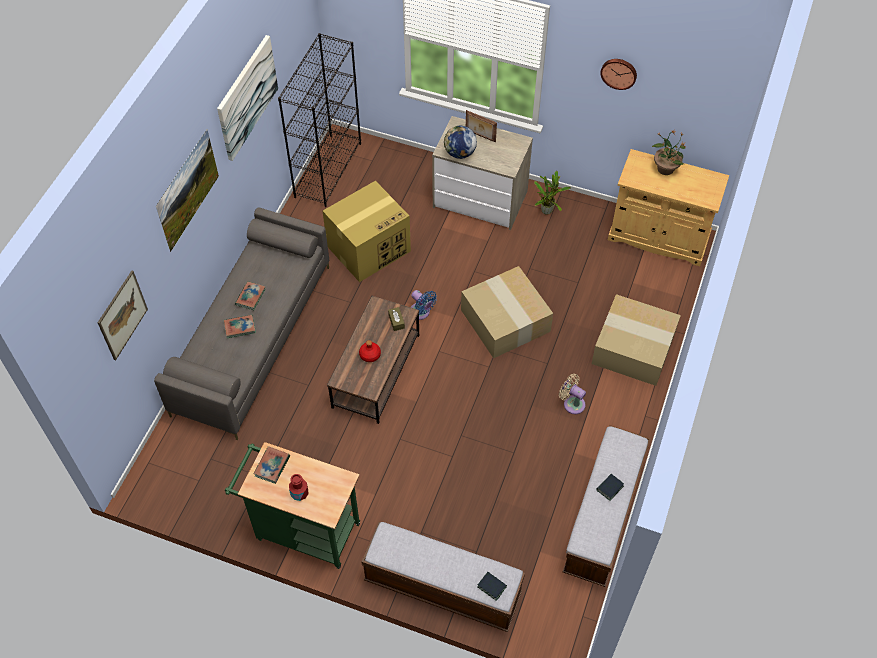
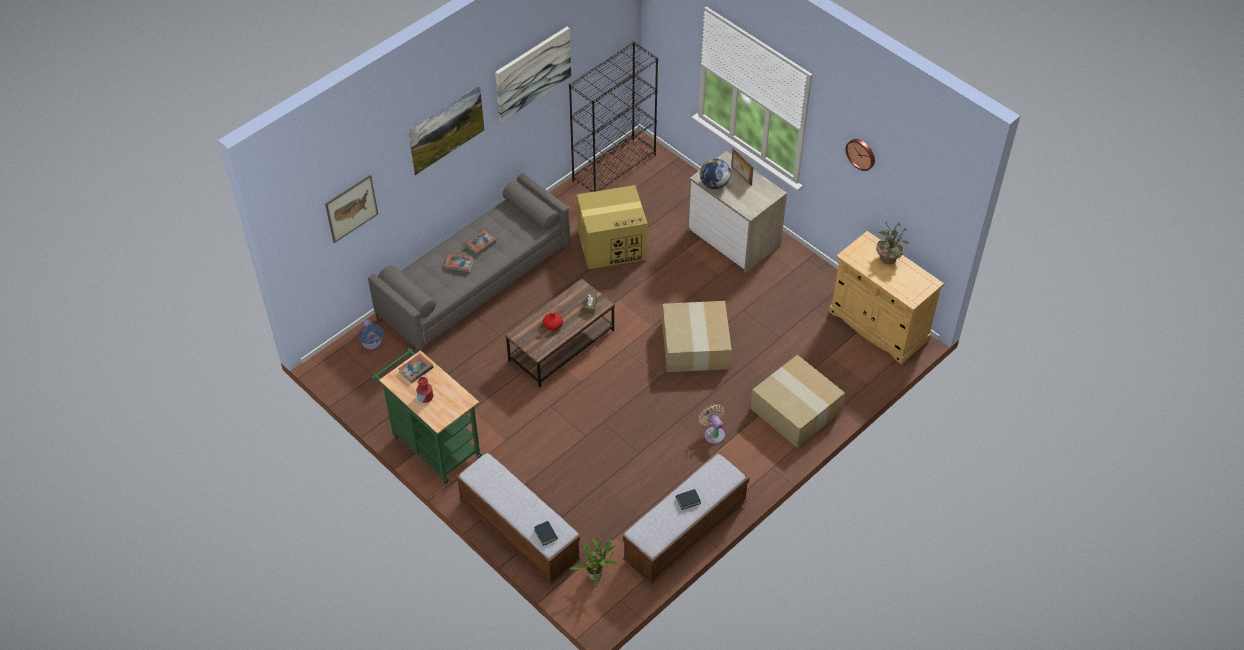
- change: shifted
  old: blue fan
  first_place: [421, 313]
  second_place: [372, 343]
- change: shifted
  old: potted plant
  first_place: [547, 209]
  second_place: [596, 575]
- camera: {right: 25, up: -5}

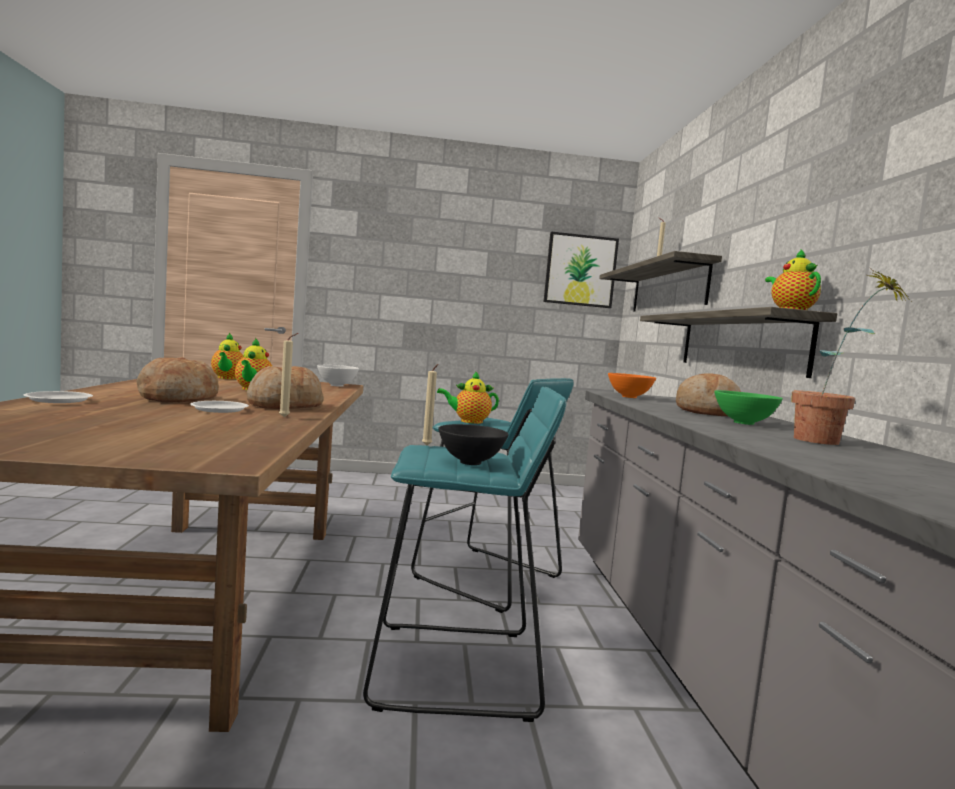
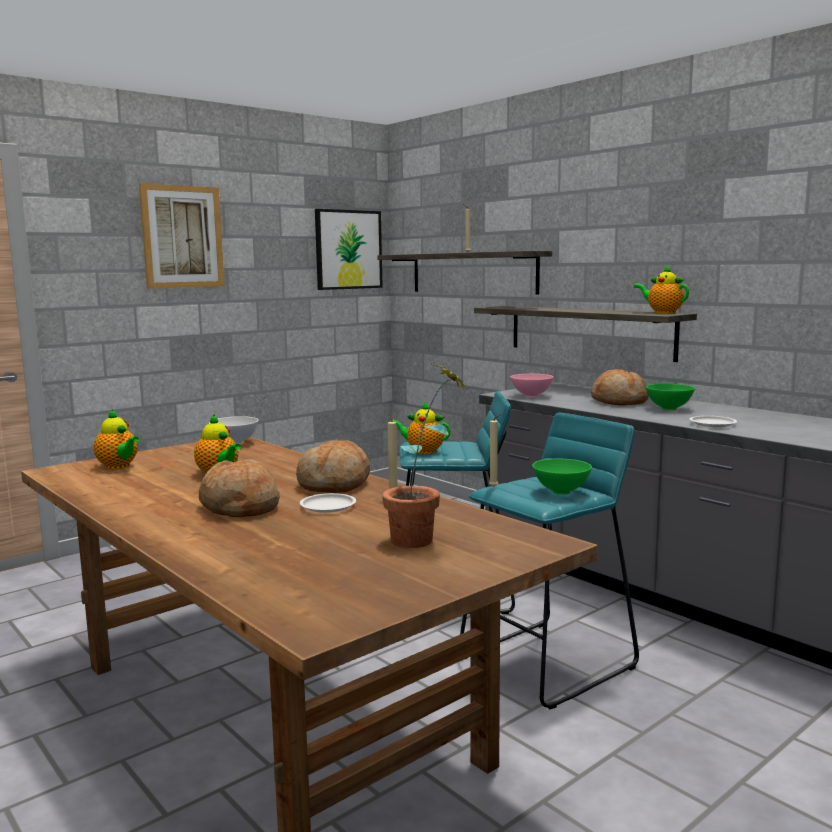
- change: new
  new: picture
  second_place: [182, 237]
- change: shifted
  old: white plate
  first_place: [58, 400]
  second_place: [713, 424]
- change: shifted
  old: potted plant
  first_place: [831, 442]
  second_place: [425, 539]
- change: repainted
  old: black bowl
  new: green bowl
  first_place: [471, 462]
  second_place: [561, 492]
- change: repainted
  old: orange bowl
  new: pink bowl
  first_place: [629, 397]
  second_place: [532, 396]
- change: rotated
  old: teapot
  first_place: [468, 421]
  second_place: [422, 451]
  degrees: 60
- camera: {right: -35, up: 5}

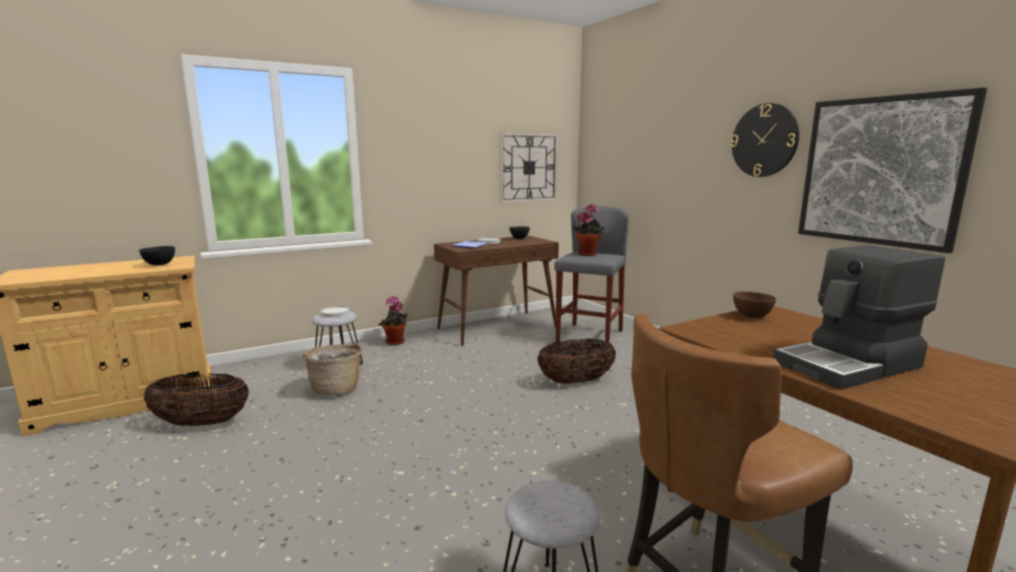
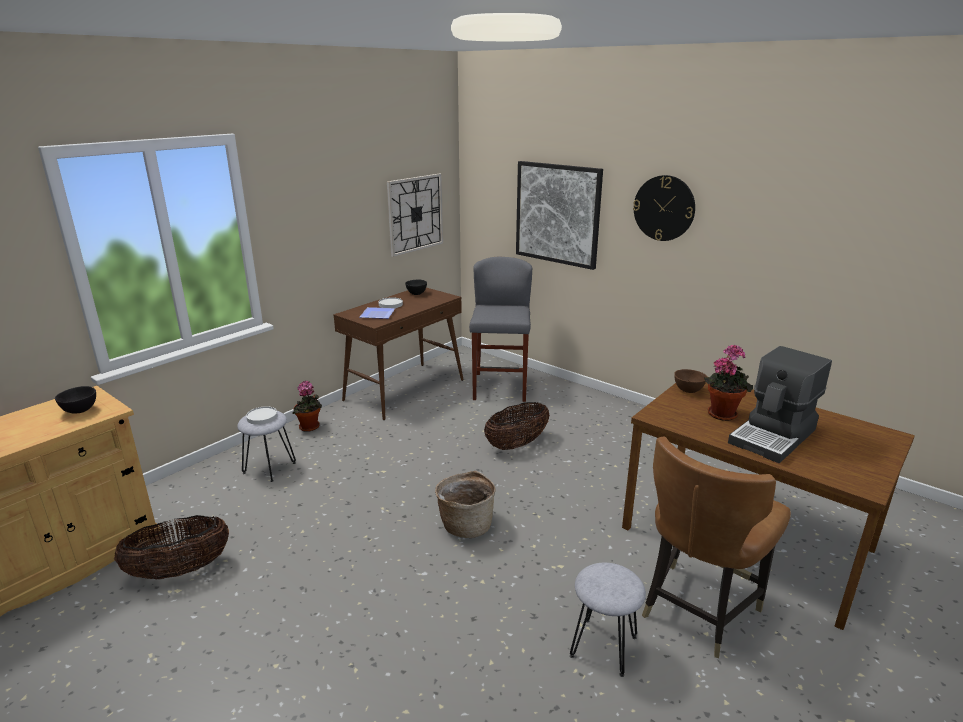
- change: shifted
  old: basket
  first_place: [336, 388]
  second_place: [466, 524]
- change: shifted
  old: potted plant
  first_place: [588, 254]
  second_place: [722, 413]
- change: shifted
  old: picture
  first_place: [880, 171]
  second_place: [557, 214]
- camera: {right: -20, up: 10}

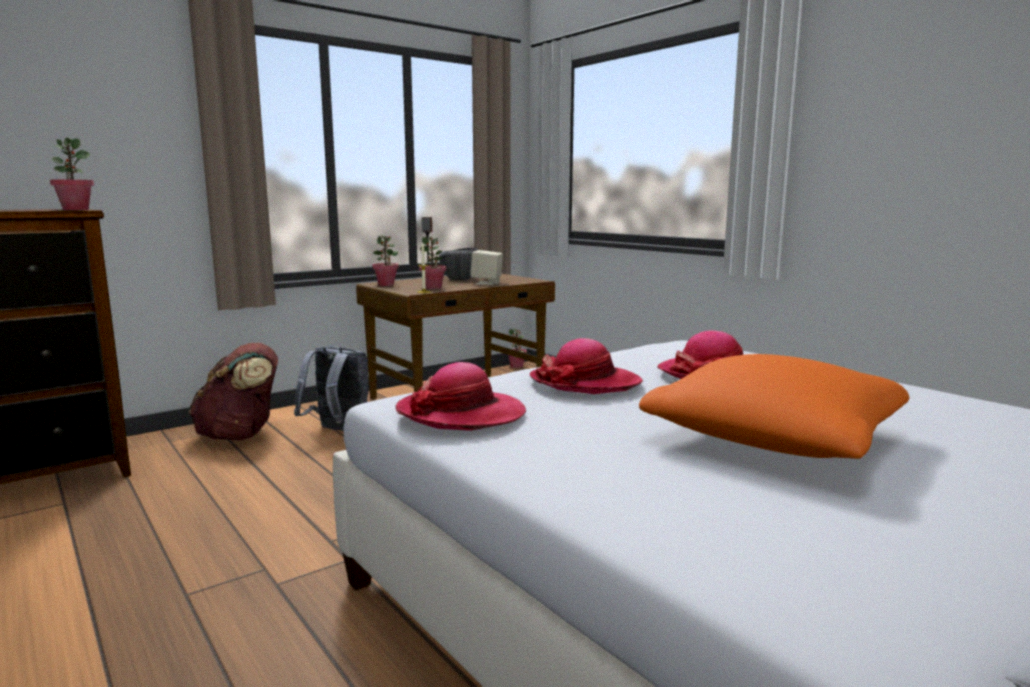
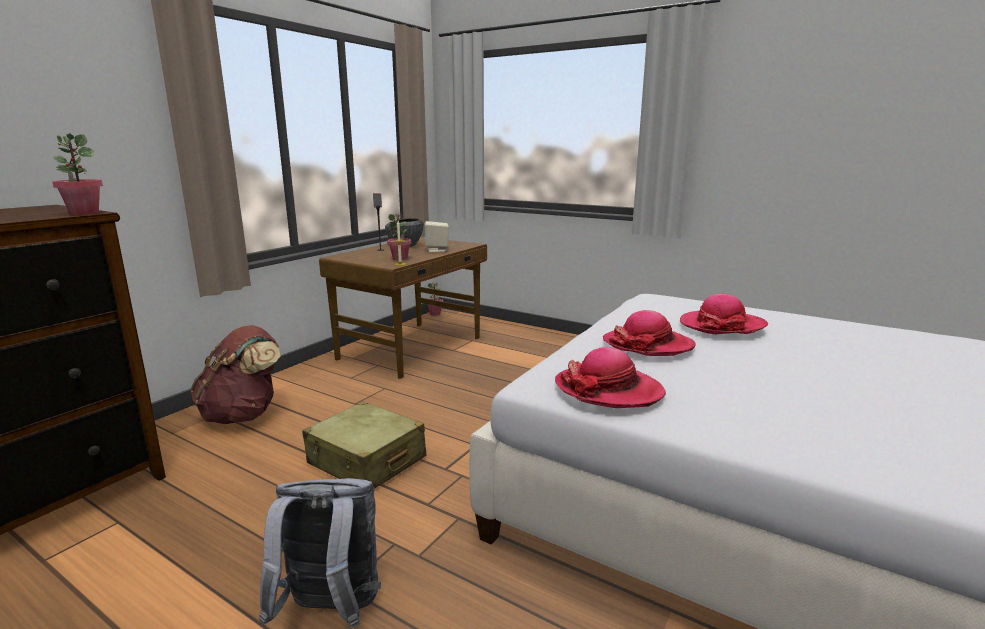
- change: gone
  old: potted plant
  first_place: [386, 285]
- change: gone
  old: orange pillow
  first_place: [774, 437]
- change: new
  new: beige suitcase
  second_place: [366, 461]
- change: shifted
  old: grey backpack
  first_place: [338, 432]
  second_place: [331, 611]
- camera: {right: -20, up: 5}

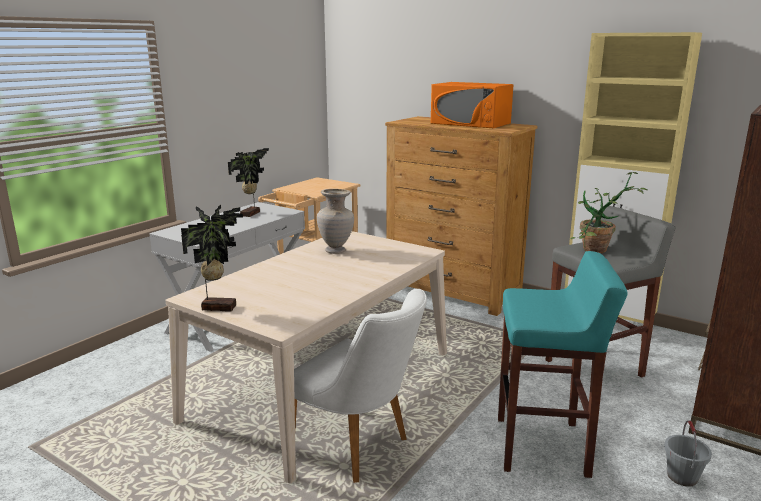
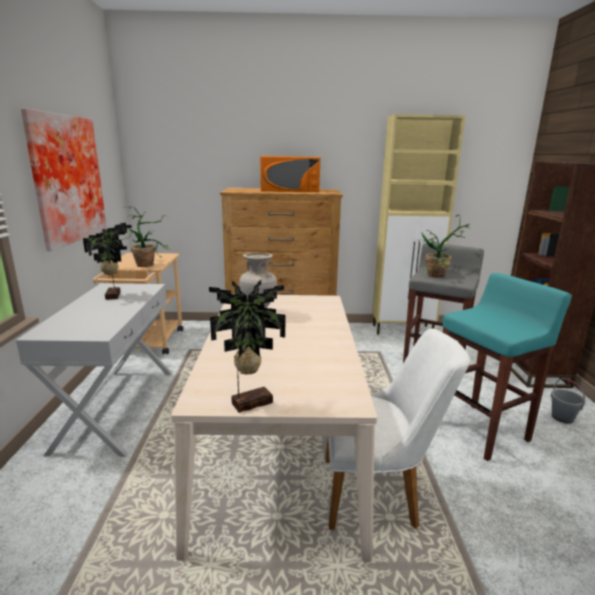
- change: new
  new: picture
  second_place: [64, 179]
- change: new
  new: potted plant
  second_place: [148, 264]
- camera: {right: -35, up: 0}

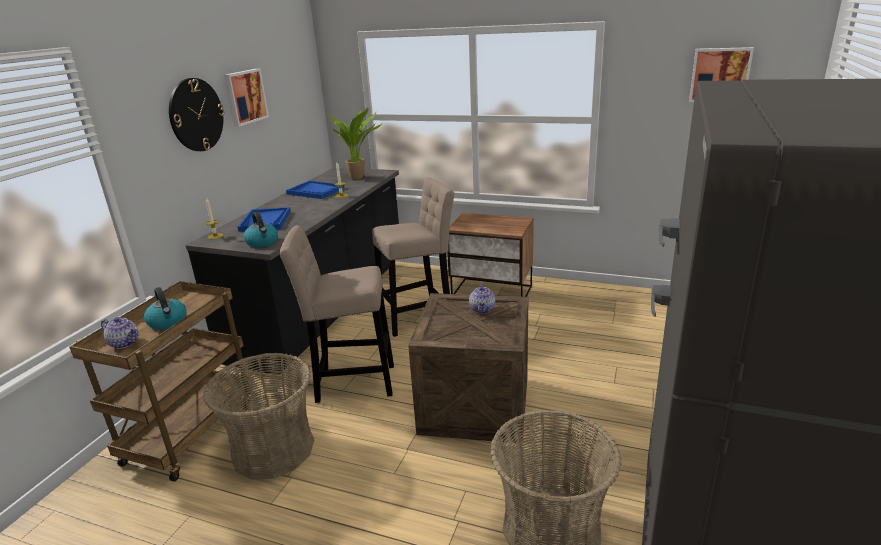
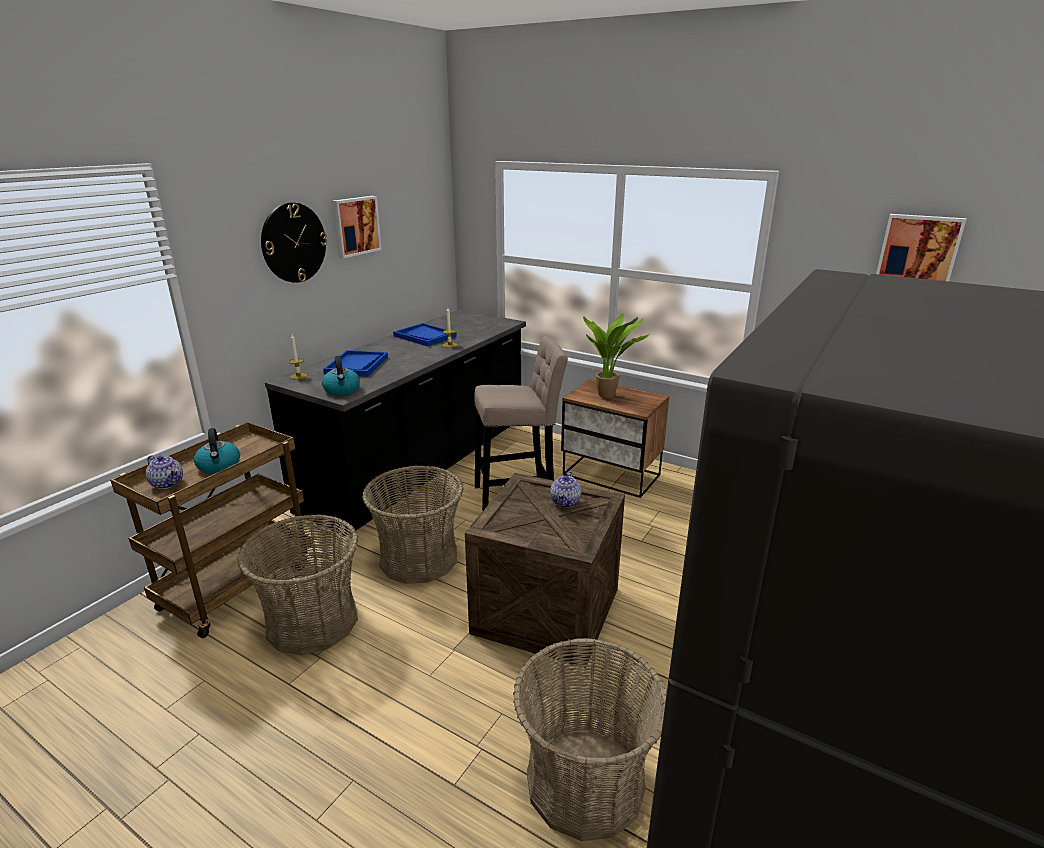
- change: shifted
  old: potted plant
  first_place: [359, 177]
  second_place: [609, 395]
- change: swapped
  old: beige stool
  new: basket
  first_place: [350, 382]
  second_place: [418, 558]
- camera: {right: 10, up: 0}

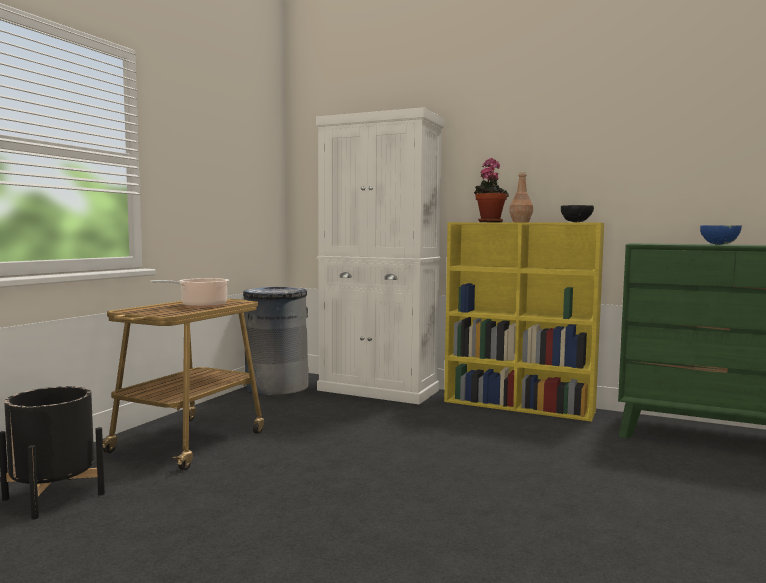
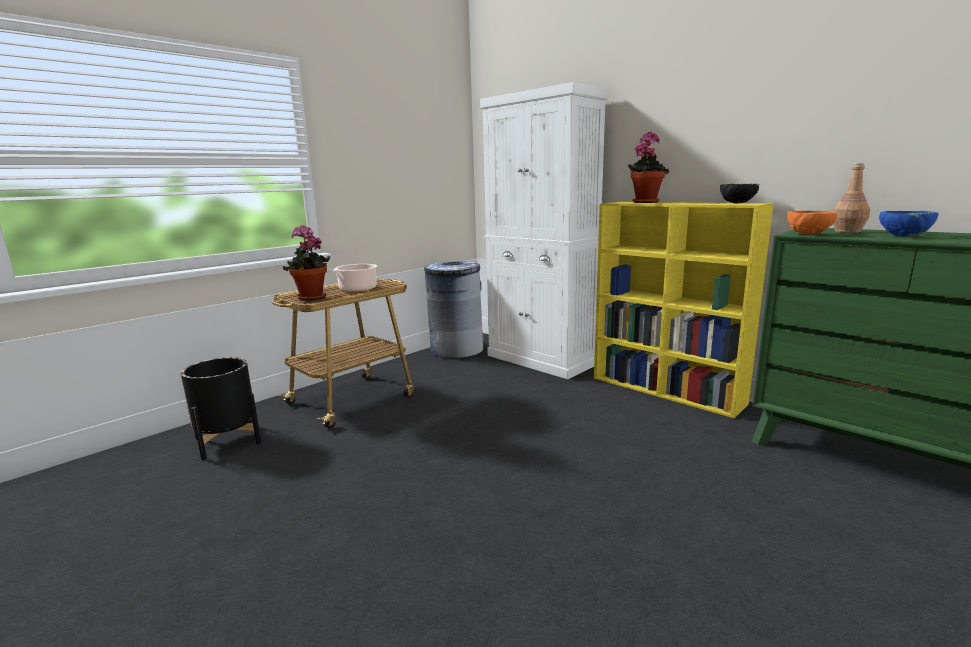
- change: new
  new: potted plant
  second_place: [311, 298]
- change: new
  new: orange bowl
  second_place: [808, 234]
- change: shifted
  old: brown bottle
  first_place: [521, 222]
  second_place: [848, 231]
- camera: {right: 20, up: 10}

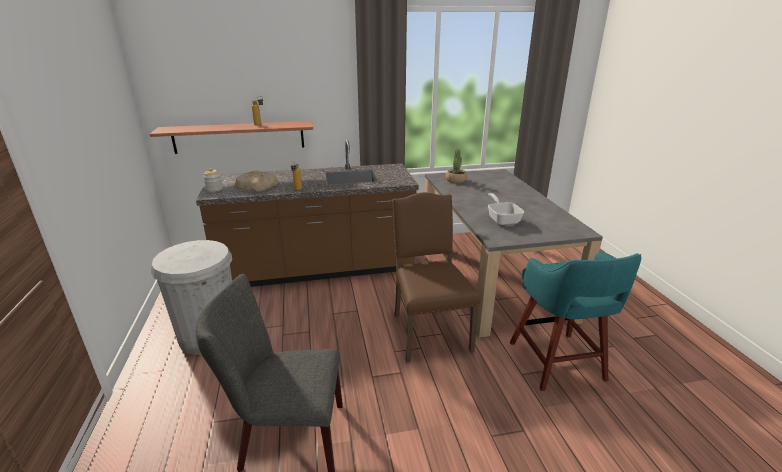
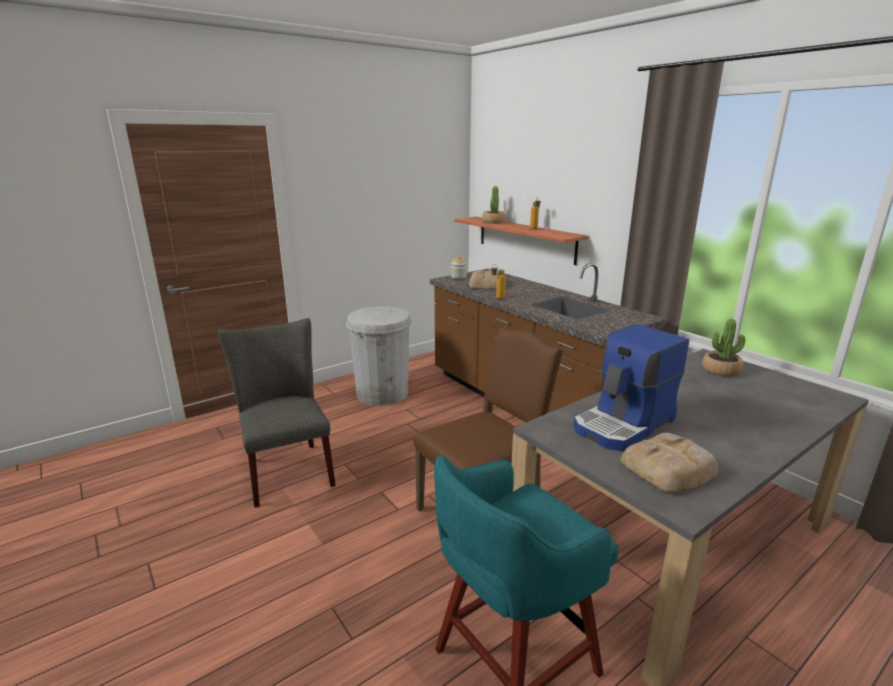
- change: new
  new: potted plant
  second_place: [493, 222]
- change: new
  new: bread
  second_place: [669, 468]
- change: swapped
  old: frying pan
  new: coffee machine
  first_place: [502, 219]
  second_place: [624, 424]
- camera: {right: 65, up: -5}

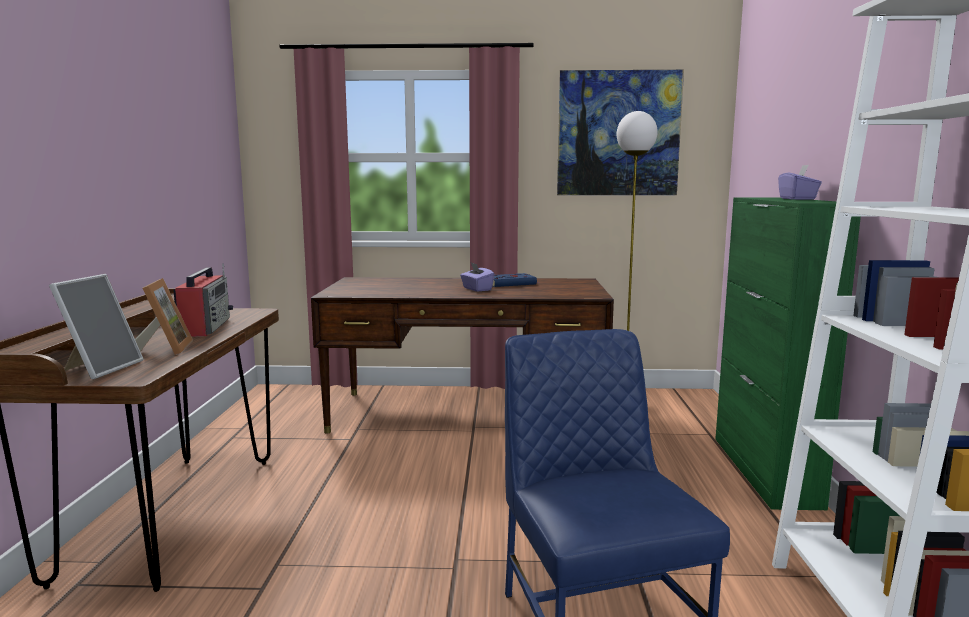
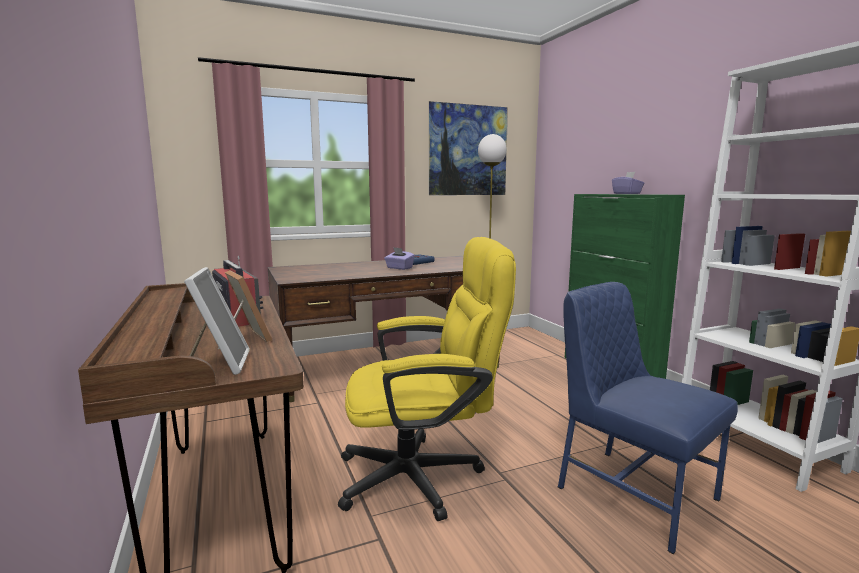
- change: new
  new: yellow office chair
  second_place: [424, 476]
- camera: {right: -25, up: 0}

